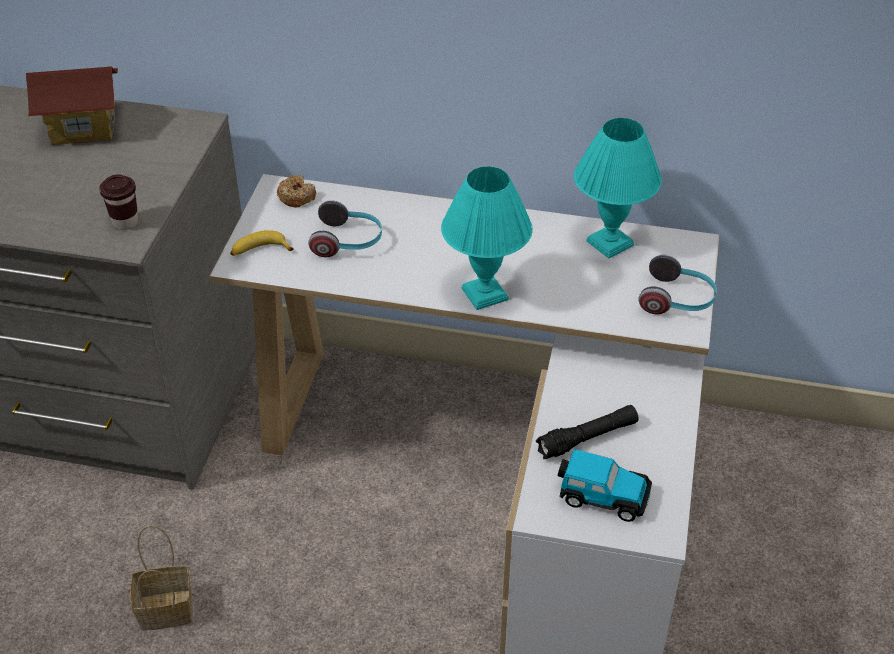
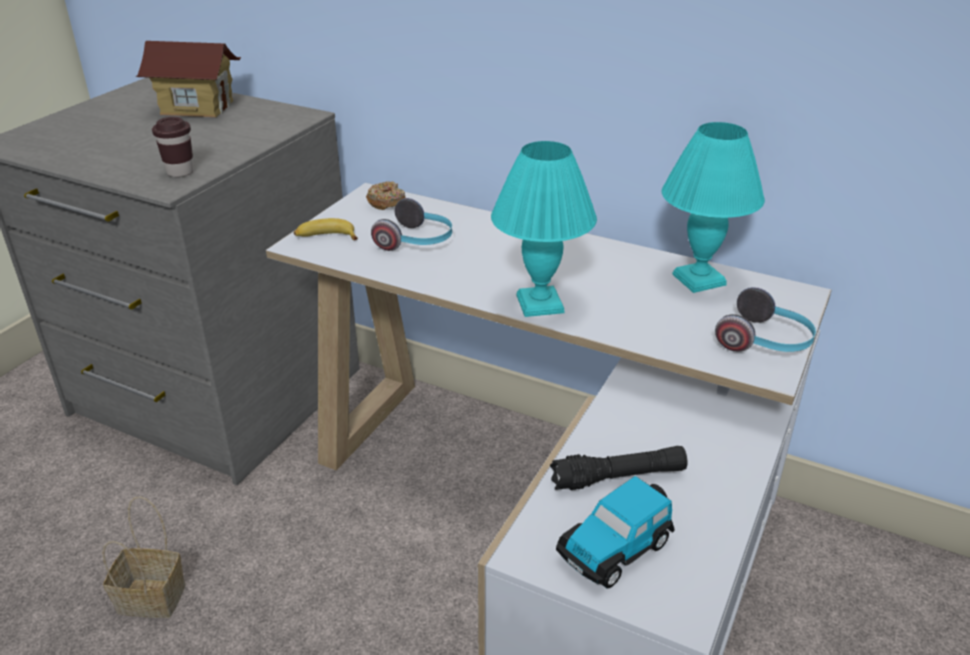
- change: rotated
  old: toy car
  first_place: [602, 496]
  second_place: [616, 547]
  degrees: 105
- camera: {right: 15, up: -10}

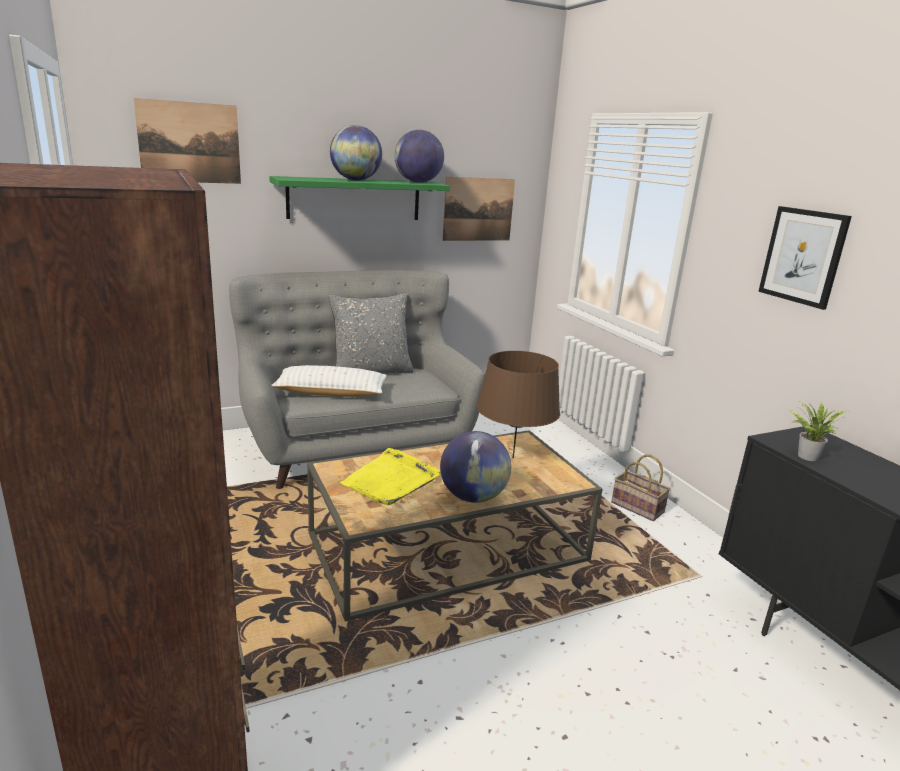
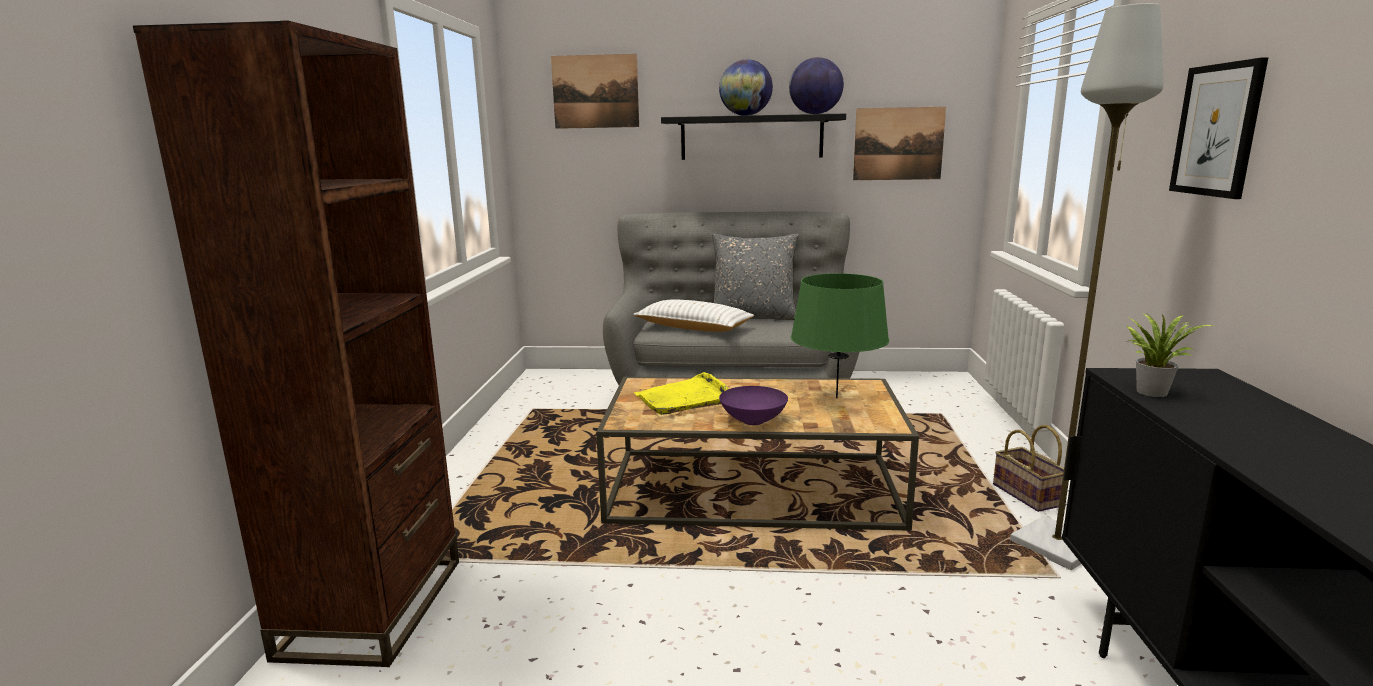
- change: new
  new: grey floor lamp
  second_place: [1058, 545]
- change: swapped
  old: globe
  new: purple bowl
  first_place: [473, 497]
  second_place: [754, 421]
- change: repainted
  old: green shelf
  new: black shelf
  first_place: [354, 199]
  second_place: [751, 137]
- change: repainted
  old: brown table lamp
  new: green table lamp
  first_place: [513, 458]
  second_place: [837, 398]
- camera: {right: 30, up: -5}

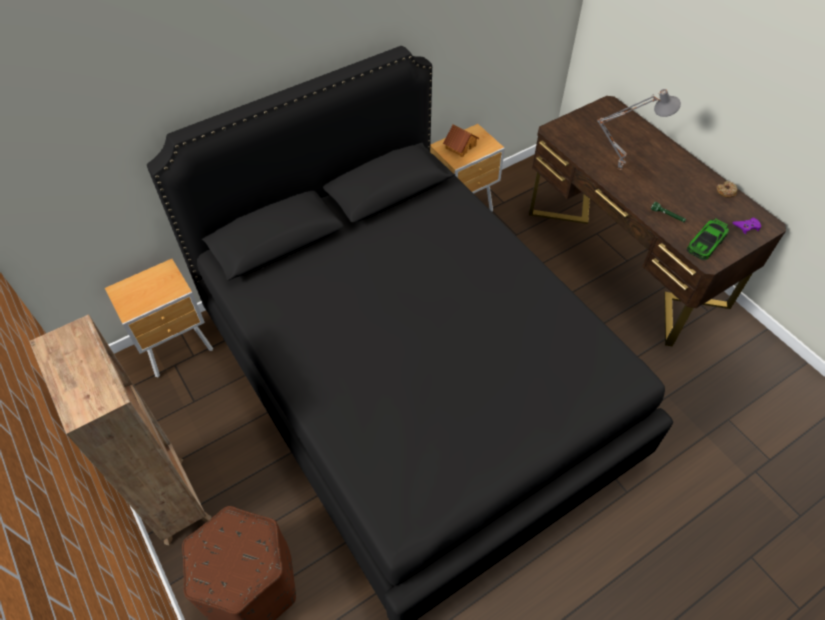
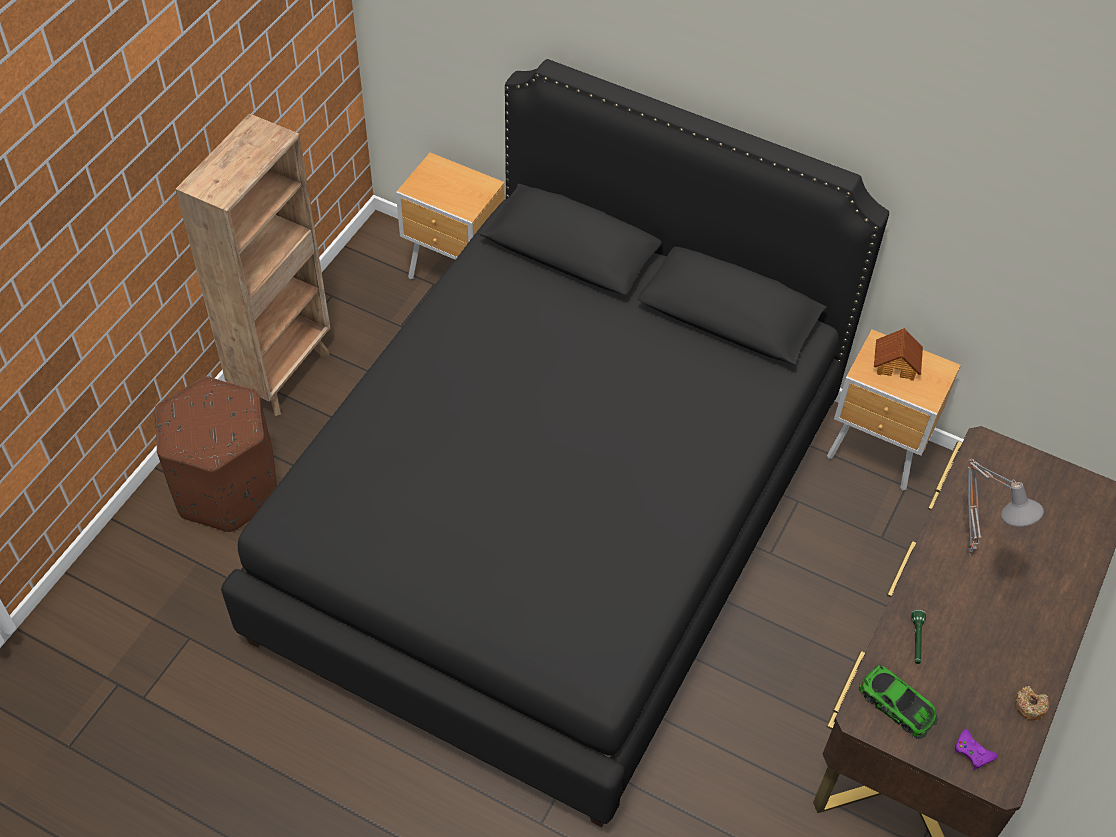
- change: rotated
  old: toy car
  first_place: [706, 243]
  second_place: [897, 705]
  degrees: -150
- camera: {right: 60, up: 0}

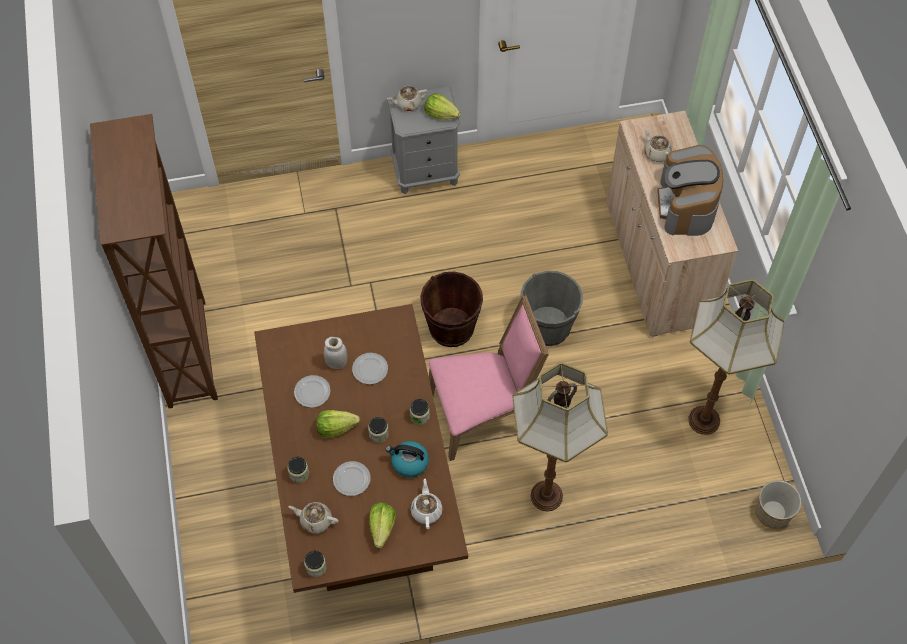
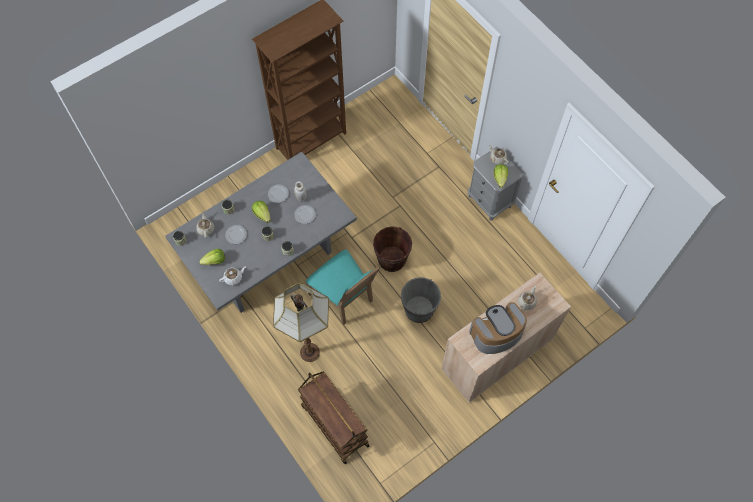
- change: gone
  old: kettle
  first_place: [409, 462]
- change: gone
  old: floor lamp
  first_place: [705, 420]
- change: gone
  old: planter
  first_place: [773, 513]
- change: new
  new: brown cart
  second_place: [334, 425]
- change: repainted
  old: brown dining table
  new: grey dining table
  first_place: [365, 493]
  second_place: [270, 261]
- change: repainted
  old: pink chair
  new: turquoise chair
  first_place: [482, 414]
  second_place: [344, 298]
- camera: {right: 65, up: 5}

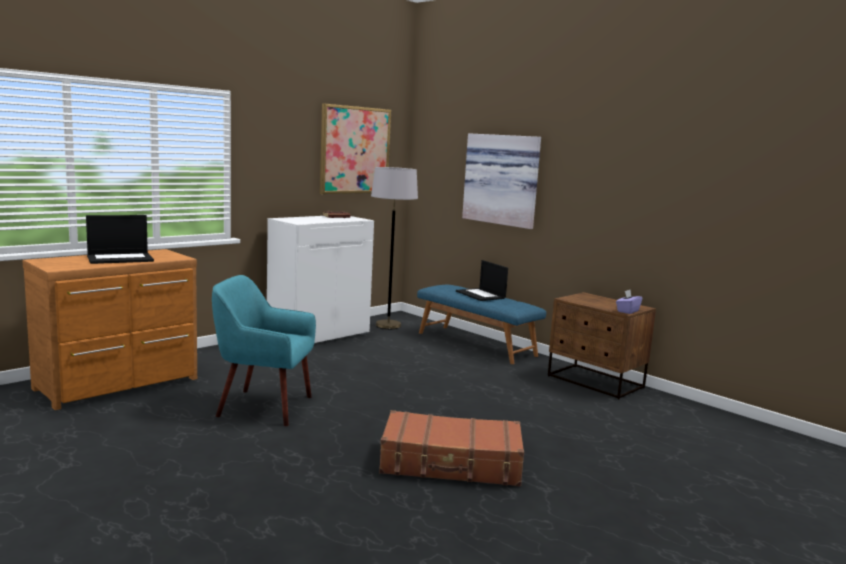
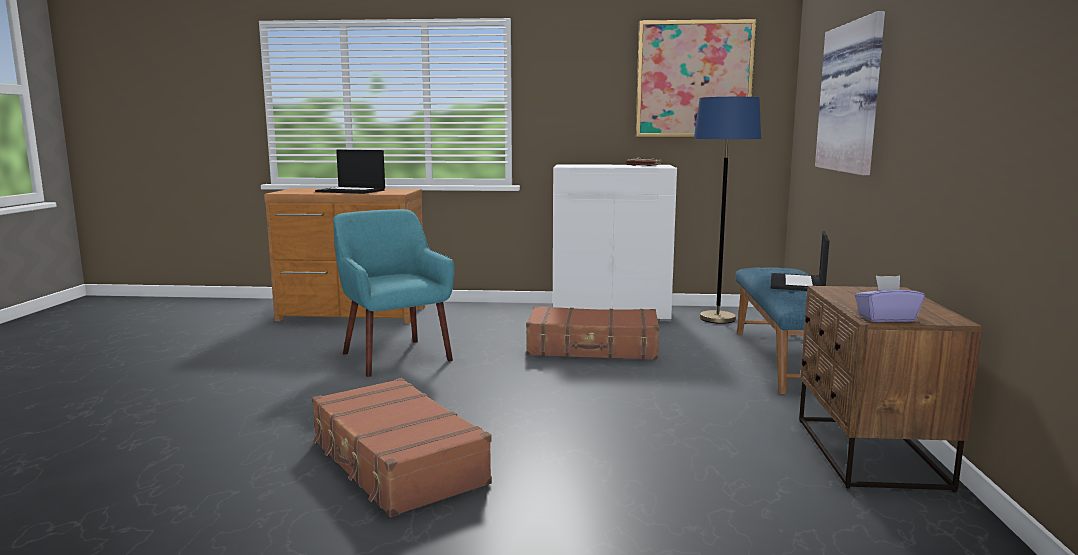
- change: new
  new: brown suitcase
  second_place: [593, 348]
- change: repainted
  old: grey floor lamp
  new: blue floor lamp
  first_place: [388, 325]
  second_place: [717, 318]
- camera: {right: 50, up: 0}

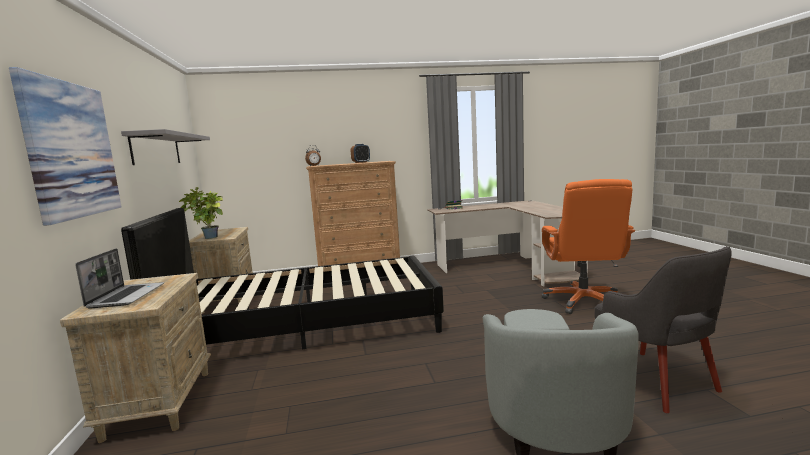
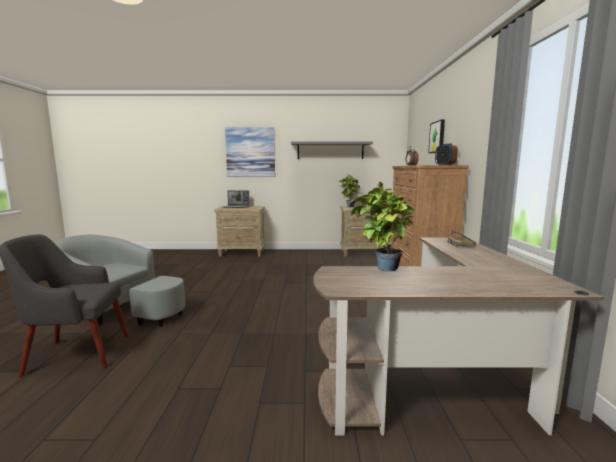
- change: gone
  old: black bed
  first_place: [307, 325]
- change: gone
  old: orange office chair
  first_place: [583, 302]
- change: new
  new: potted plant
  second_place: [381, 268]
- change: new
  new: picture
  second_place: [437, 137]
- camera: {right: 100, up: 0}

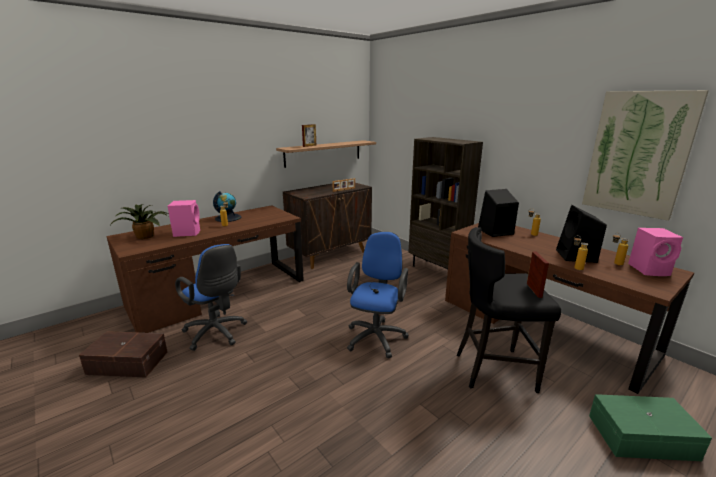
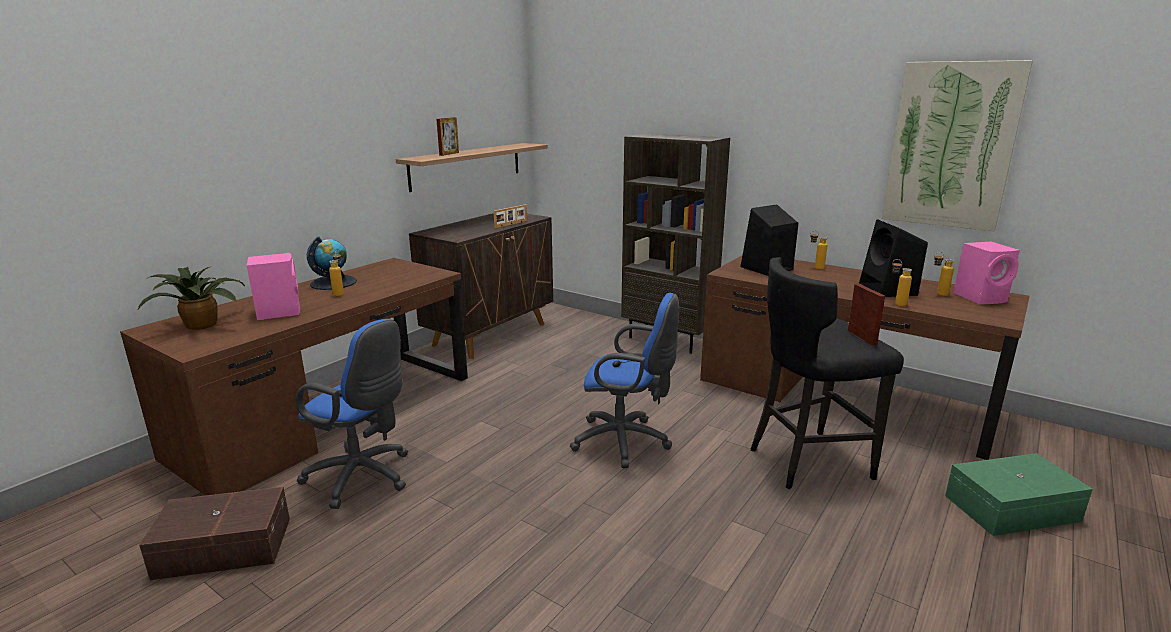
- change: rotated
  old: blue office chair
  first_place: [377, 336]
  second_place: [626, 442]
  degrees: 105
- camera: {right: -15, up: 0}

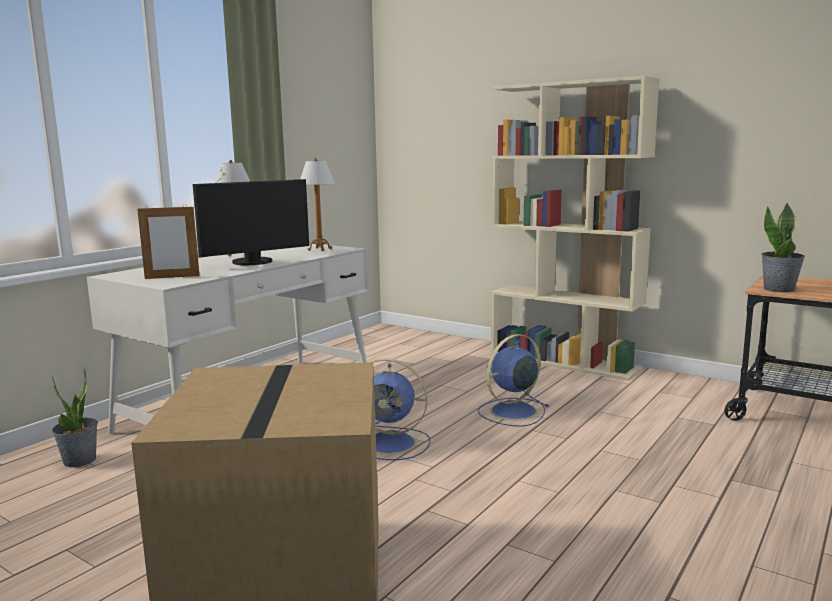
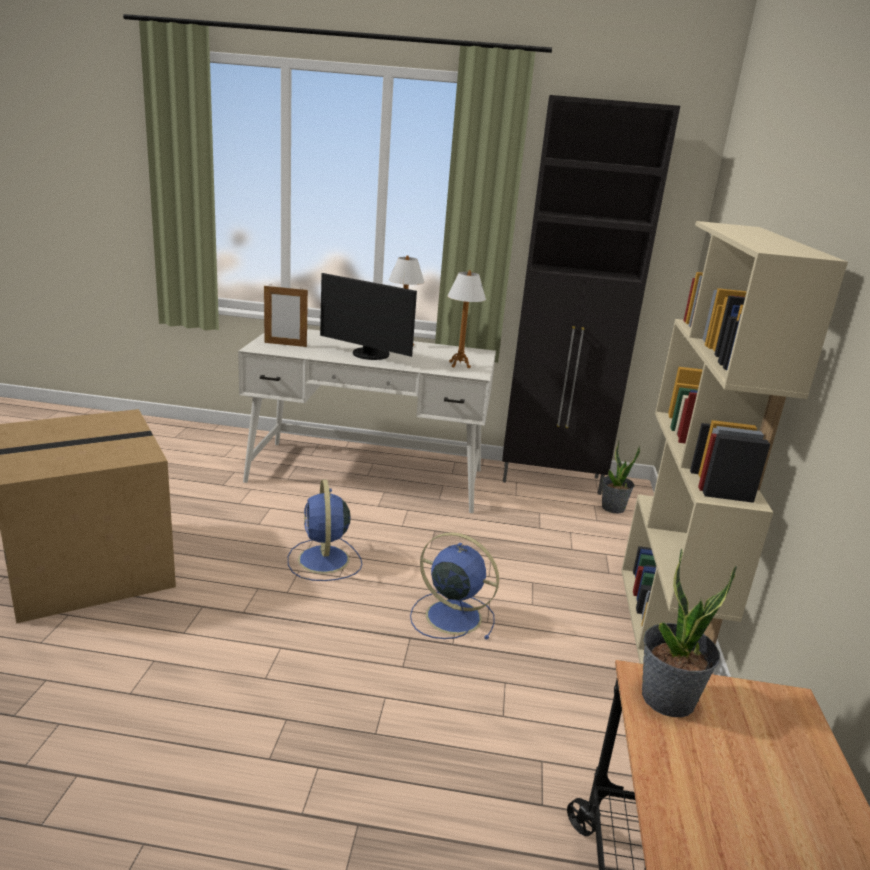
- change: new
  new: black cabinet
  second_place: [552, 480]
- change: shifted
  old: potted plant
  first_place: [80, 460]
  second_place: [613, 508]
- change: rotated
  old: picture frame
  first_place: [172, 277]
  second_place: [285, 344]
  degrees: -45
- camera: {right: 60, up: 10}

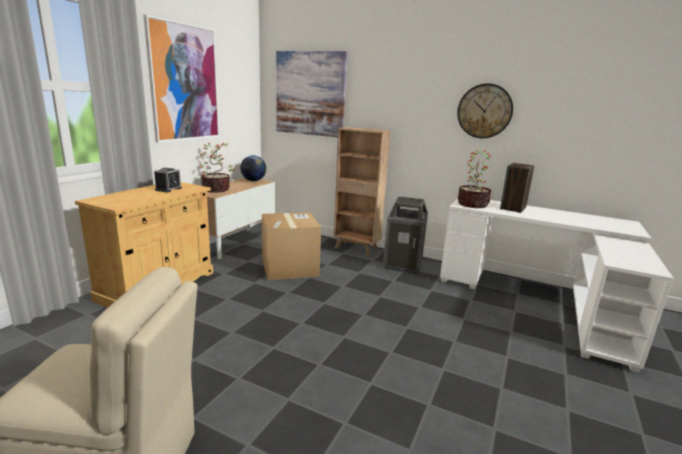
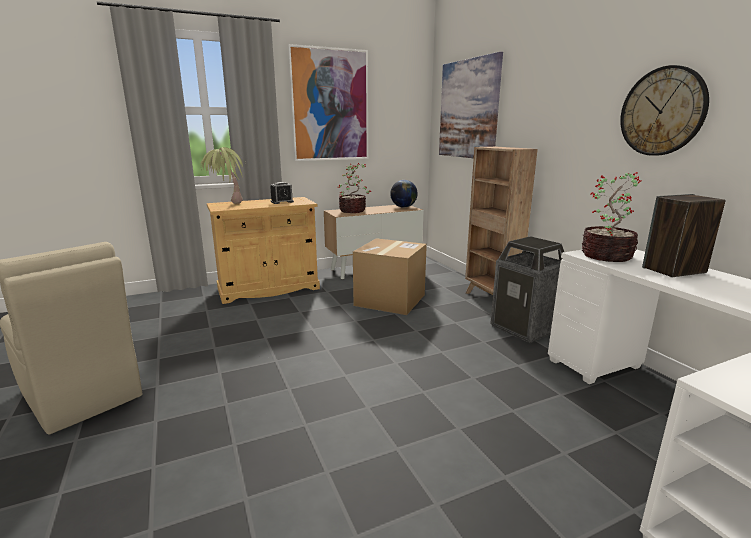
- change: new
  new: potted plant
  second_place: [227, 205]
- camera: {right: 40, up: 0}

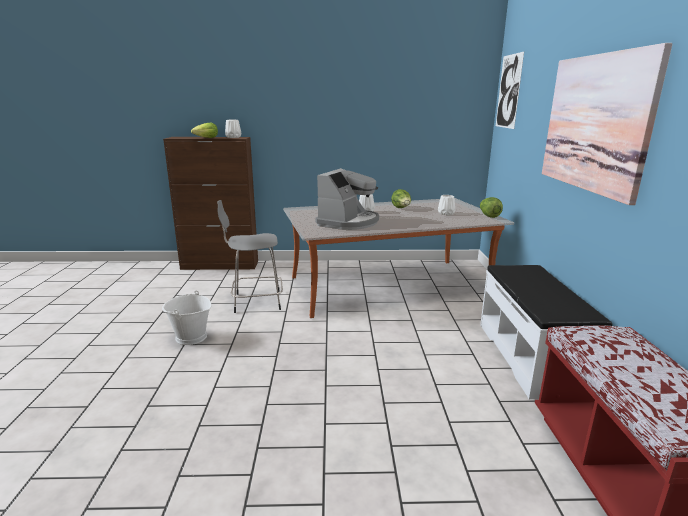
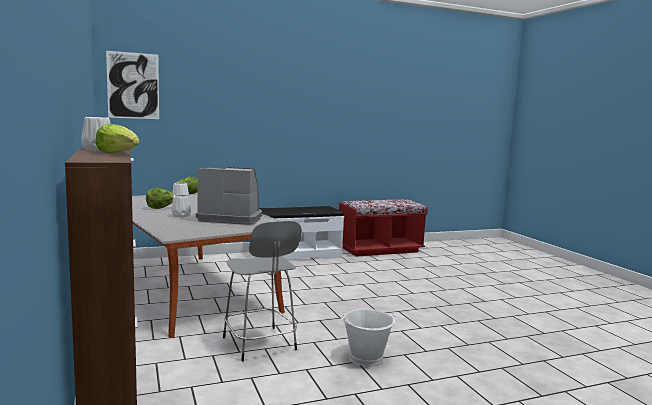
- change: gone
  old: picture
  first_place: [595, 123]
- camera: {right: -110, up: -10}

